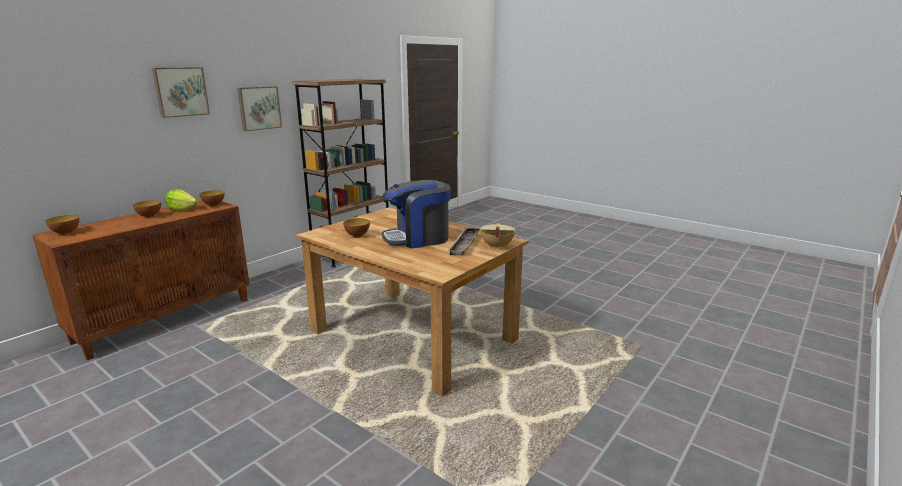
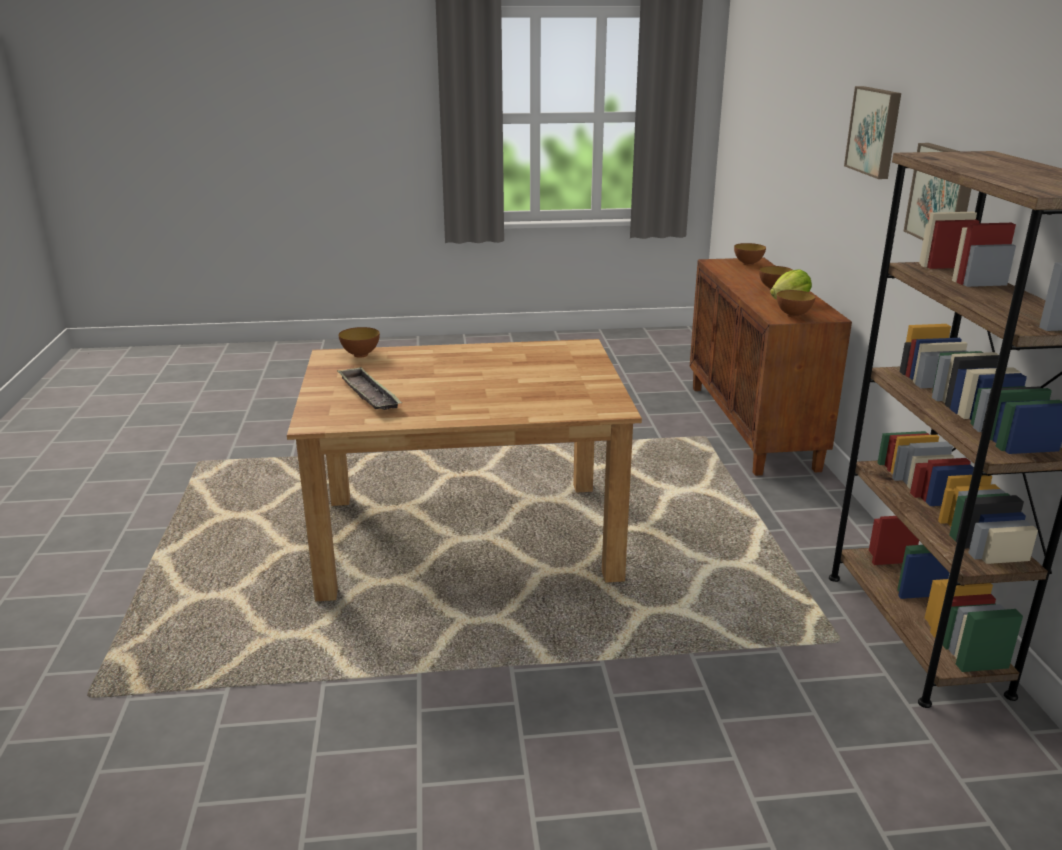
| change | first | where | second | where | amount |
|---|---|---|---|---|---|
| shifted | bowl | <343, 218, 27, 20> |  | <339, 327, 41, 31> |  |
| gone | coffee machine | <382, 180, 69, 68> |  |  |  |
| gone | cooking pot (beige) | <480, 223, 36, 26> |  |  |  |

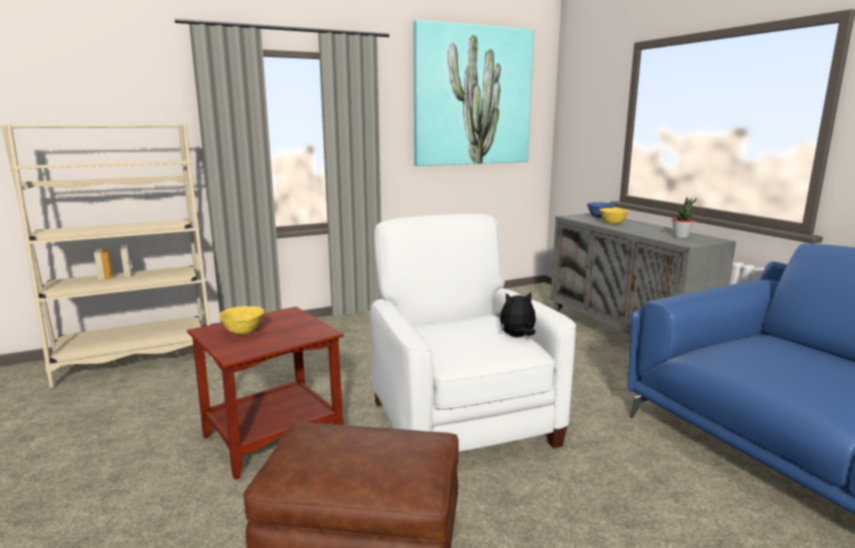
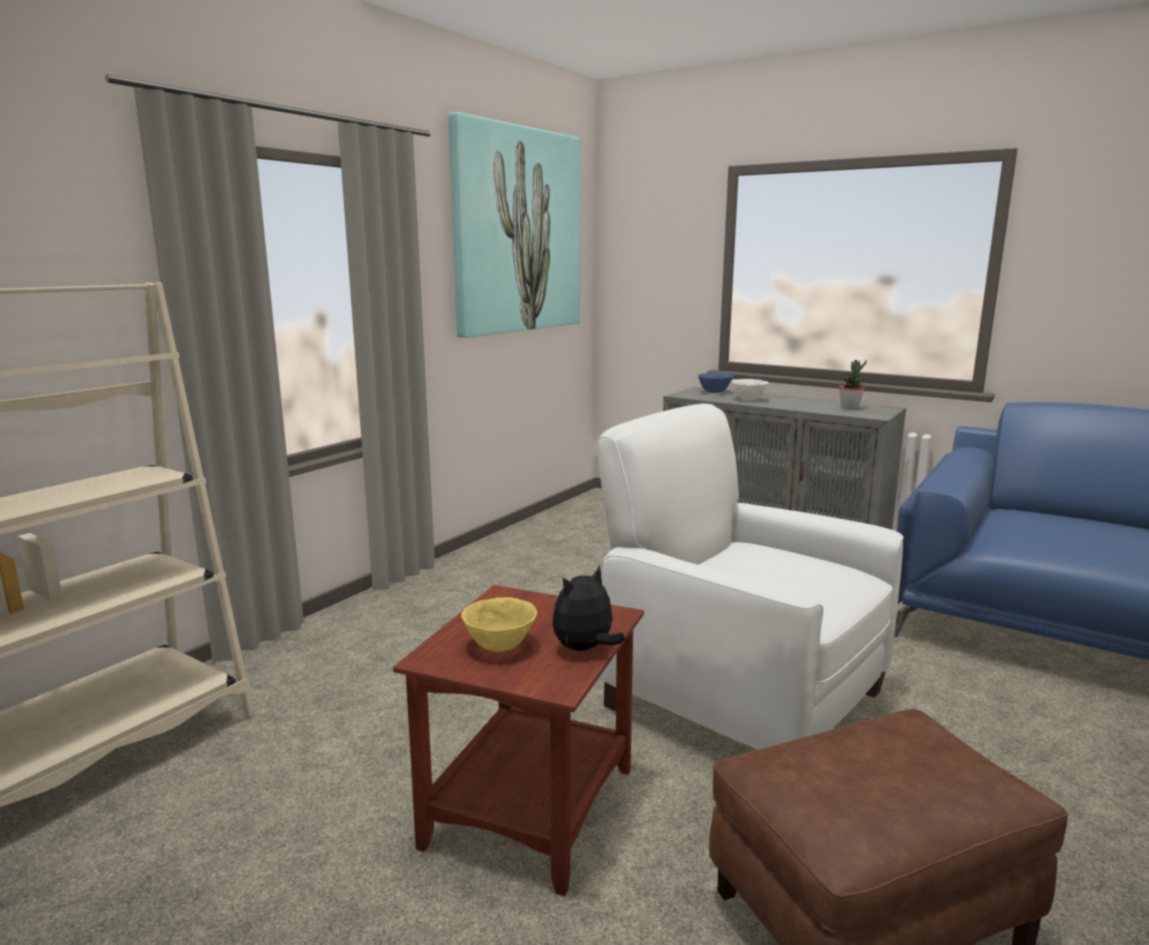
| change | first | where | second | where | amount |
|---|---|---|---|---|---|
| shifted | plush toy | <500, 291, 36, 46> |  | <553, 565, 72, 86> |  |
| repainted | bowl (yellow) | <599, 208, 30, 16> | bowl (white) | <732, 379, 37, 21> |  |

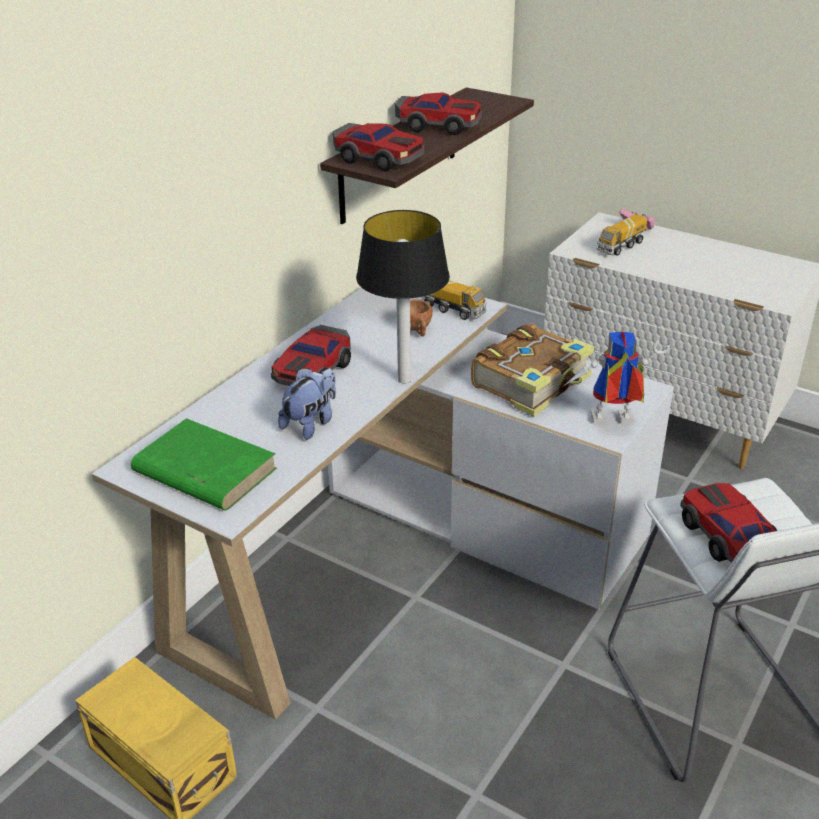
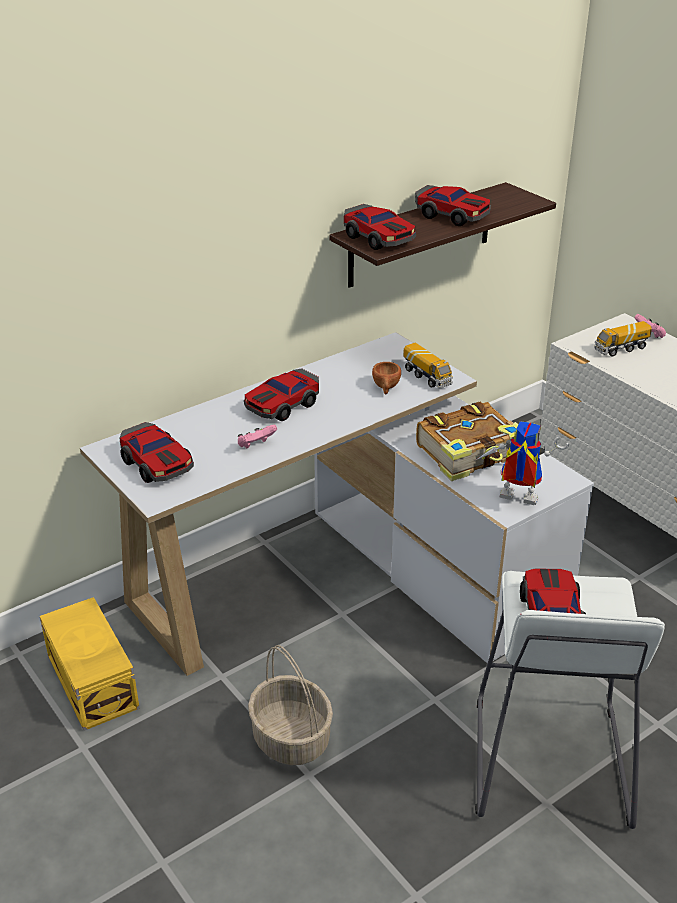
| change | first | where | second | where | amount |
|---|---|---|---|---|---|
| swapped | book (green) | <131, 418, 146, 92> | toy car | <119, 422, 75, 61> |  |
| swapped | plush toy | <278, 367, 58, 73> | game controller (pink) | <238, 425, 39, 23> |  |
| gone | table lamp | <356, 210, 94, 174> |  |  |  |
| new |  |  | basket | <248, 645, 85, 120> |  |

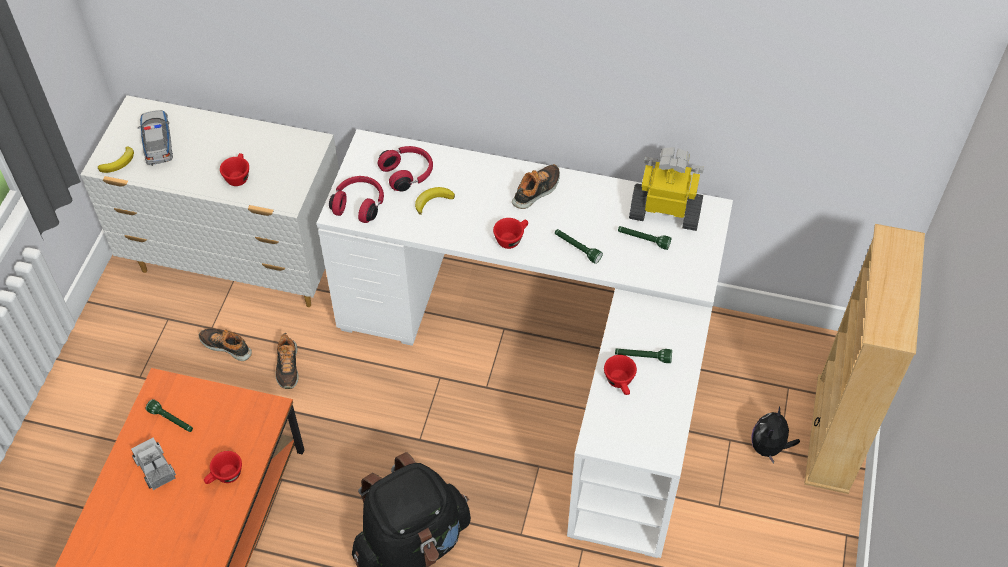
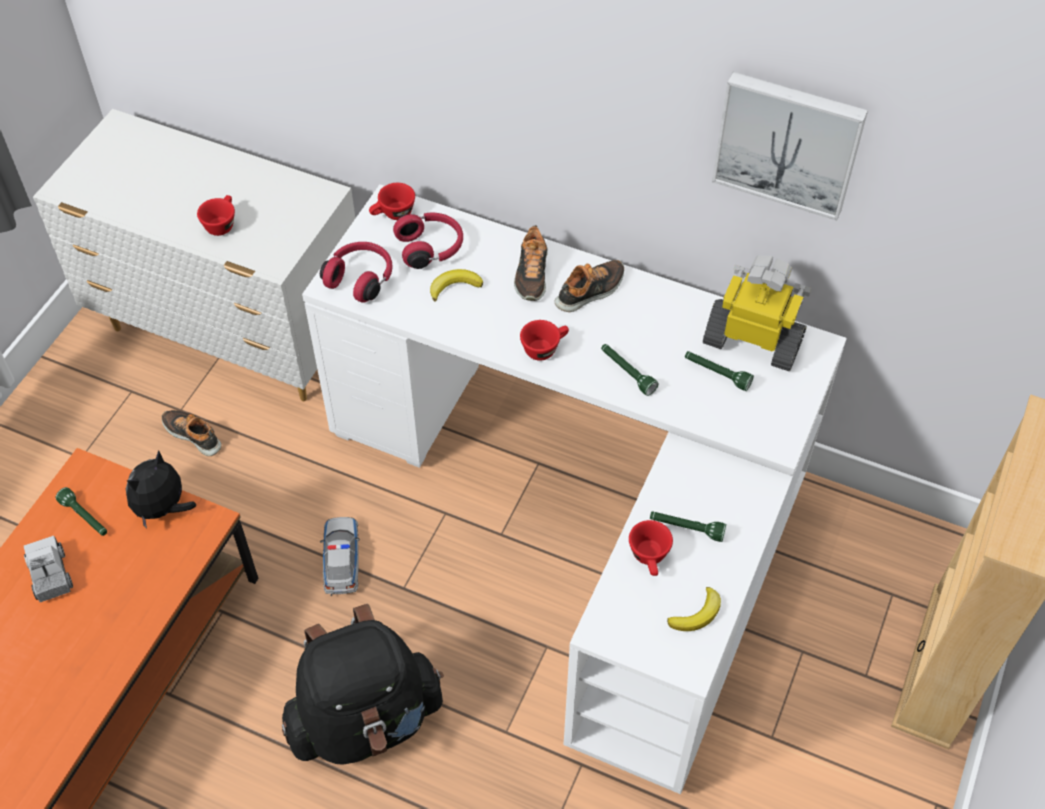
| change | first | where | second | where | amount |
|---|---|---|---|---|---|
| shifted | banana | <98, 147, 36, 26> |  | <667, 587, 54, 44> |  |
| shifted | toy car | <138, 110, 35, 56> |  | <320, 517, 40, 79> |  |
| shifted | cup (red) | <204, 451, 38, 33> |  | <369, 183, 46, 37> |  |
| shifted | shoe | <275, 333, 24, 56> |  | <514, 225, 34, 76> |  |
| shifted | plush toy | <751, 406, 49, 58> |  | <126, 450, 70, 79> |  |
| new |  |  | picture | <712, 72, 156, 149> |  |

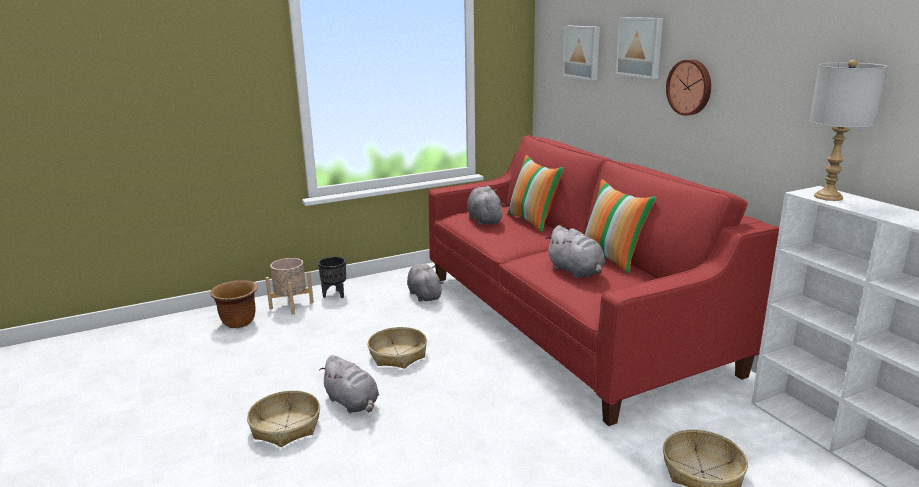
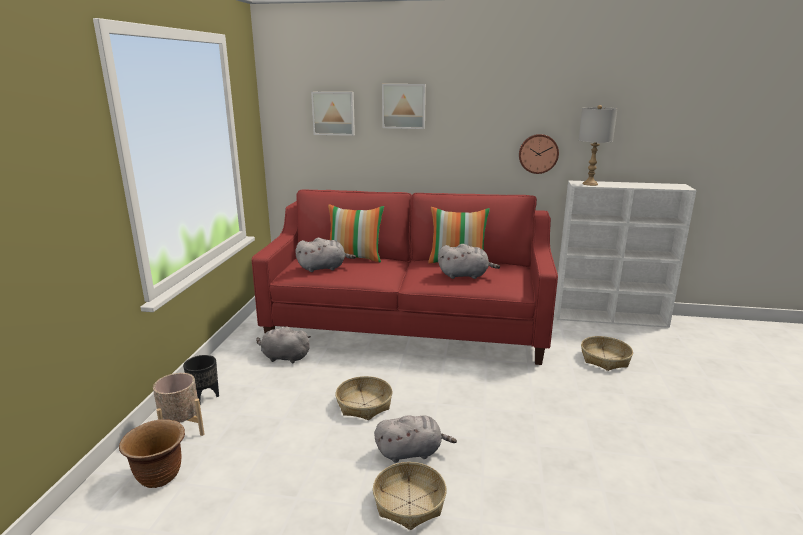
| change | first | where | second | where | amount |
|---|---|---|---|---|---|
| rotated | plush toy (grey) | <467, 186, 38, 39> |  | <295, 238, 61, 34> | 150 degrees clockwise |
| shifted | wall clock | <666, 59, 45, 57> |  | <519, 134, 40, 40> |  |

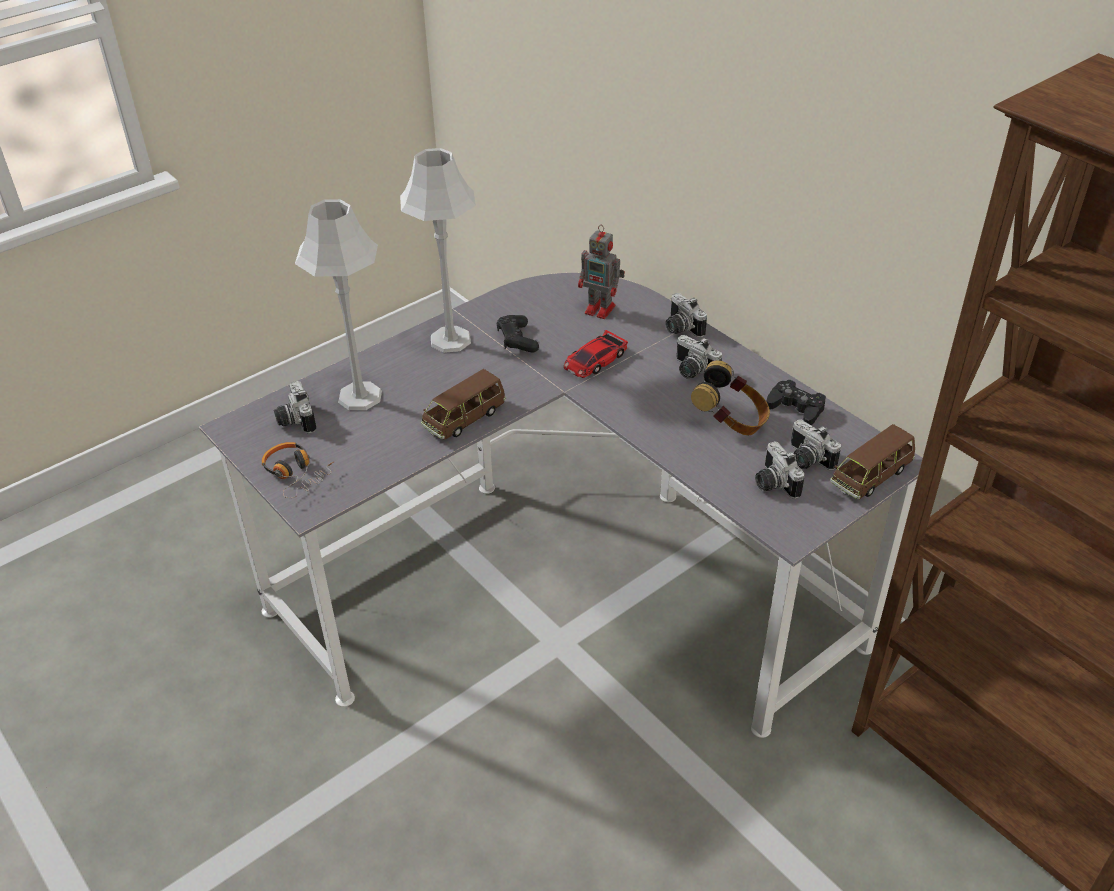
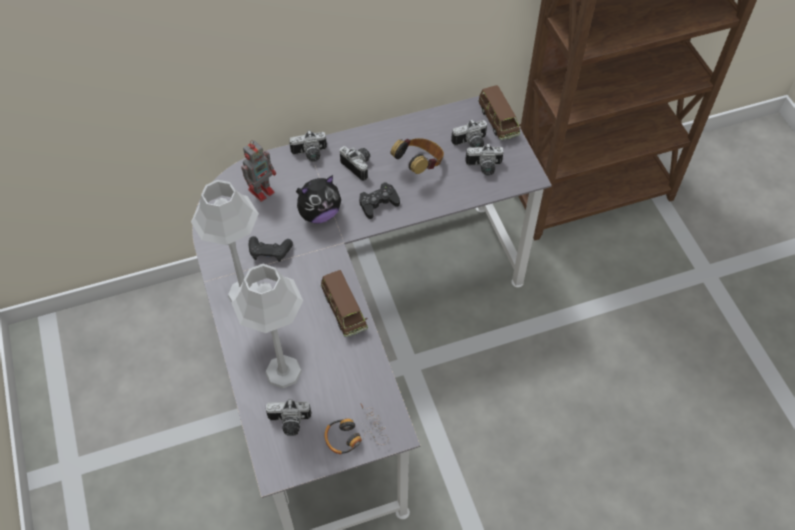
| change | first | where | second | where | amount |
|---|---|---|---|---|---|
| swapped | toy car | <563, 330, 65, 48> | plush toy | <296, 175, 45, 48> |  |
| rotated | photo camera | <677, 335, 45, 44> |  | <340, 146, 30, 35> | 105 degrees counterclockwise |
| shifted | game controller (black) | <767, 380, 59, 45> |  | <359, 182, 41, 37> |  |

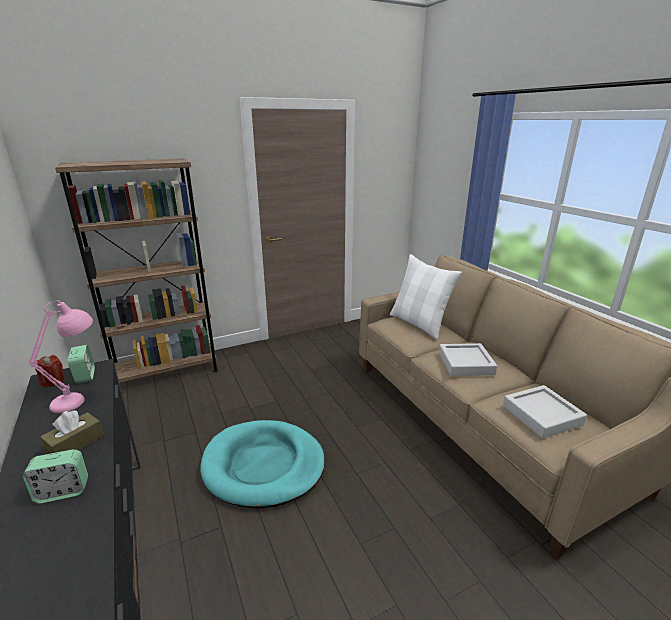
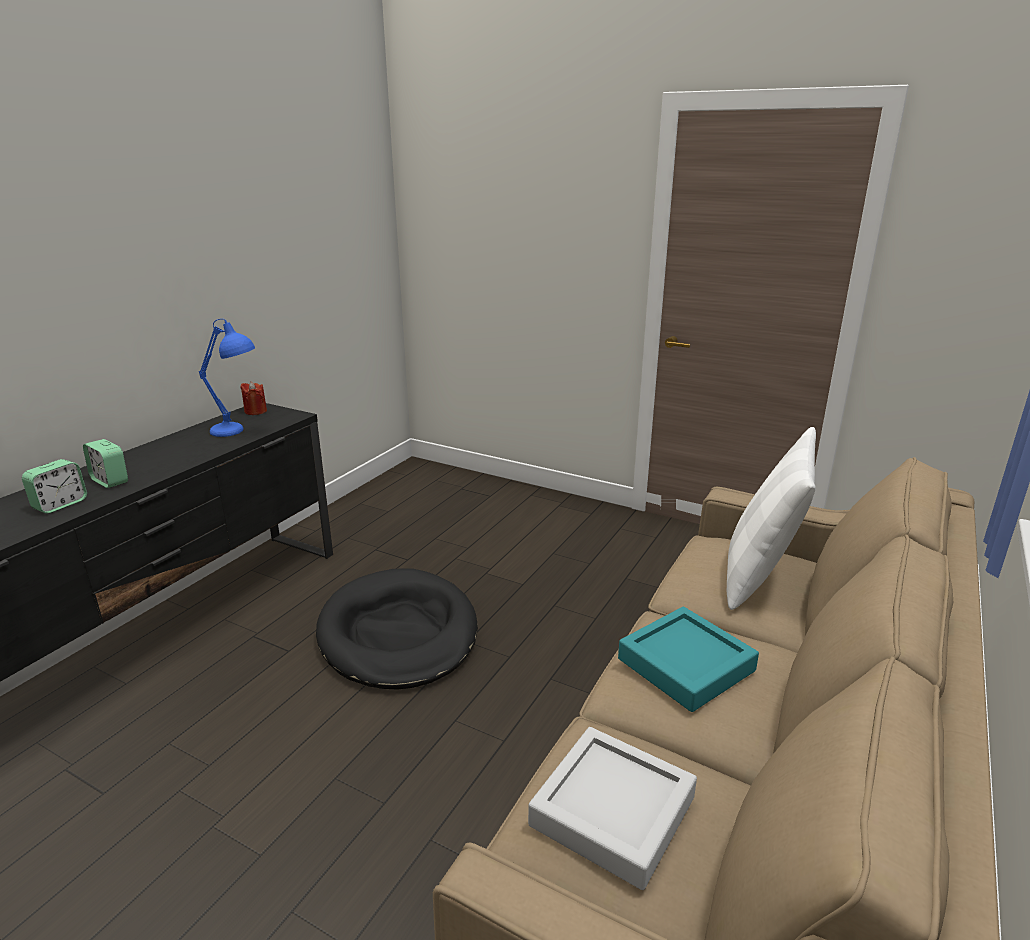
| change | first | where | second | where | amount |
|---|---|---|---|---|---|
| repainted | table lamp (pink) | <28, 300, 65, 113> | table lamp (blue) | <199, 319, 56, 118> |  |
| gone | tissue box (brown) | <40, 411, 64, 43> |  |  |  |
| gone | bookcase (brown) | <55, 159, 163, 235> |  |  |  |
| shifted | alarm clock | <68, 345, 27, 39> |  | <22, 459, 65, 54> |  |
| repainted | dog bed (turquoise) | <200, 420, 125, 88> | dog bed (black) | <316, 569, 162, 121> |  |
| repainted | tray (grey) | <439, 343, 58, 33> | tray (turquoise) | <618, 607, 141, 105> |  |

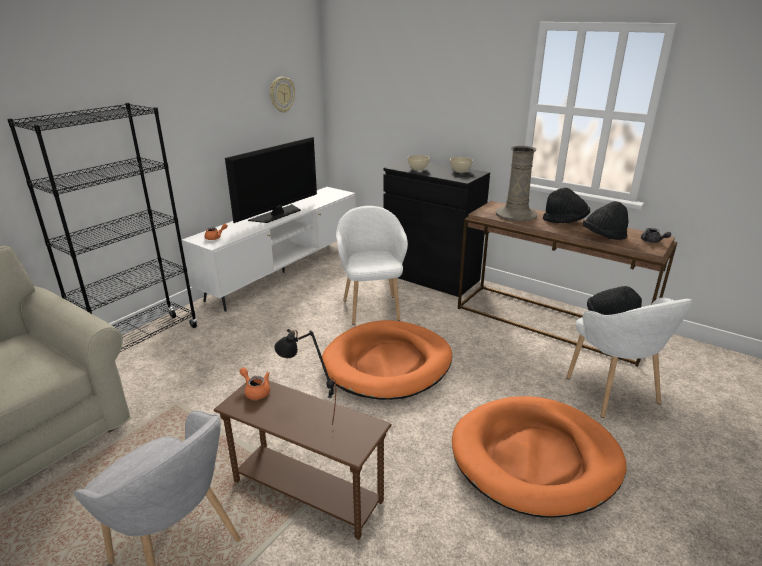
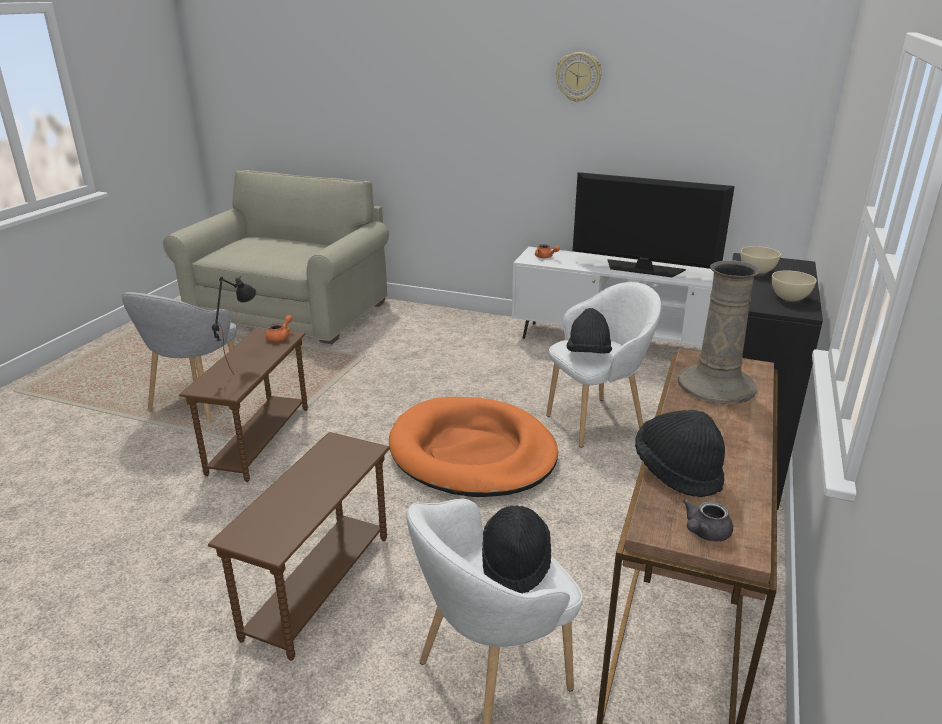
| change | first | where | second | where | amount |
|---|---|---|---|---|---|
| gone | bookcase (black) | <7, 103, 190, 249> |  |  |  |
| shifted | wall clock | <270, 77, 25, 36> |  | <556, 52, 46, 50> |  |
| swapped | dog bed (orange) | <452, 396, 175, 122> | side table (brown) | <208, 432, 182, 229> |  |
| shifted | hat (black) | <543, 188, 47, 35> |  | <567, 308, 45, 46> |  |

